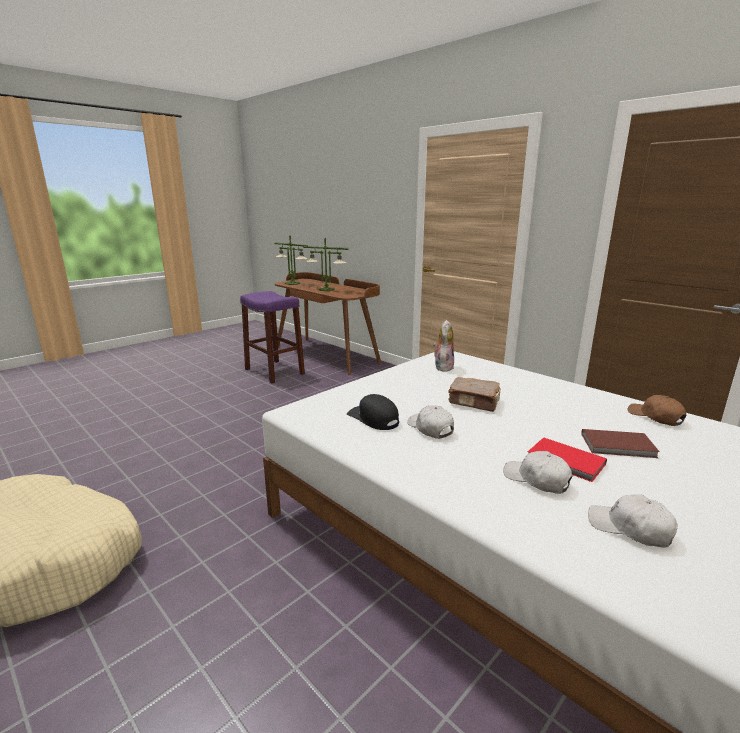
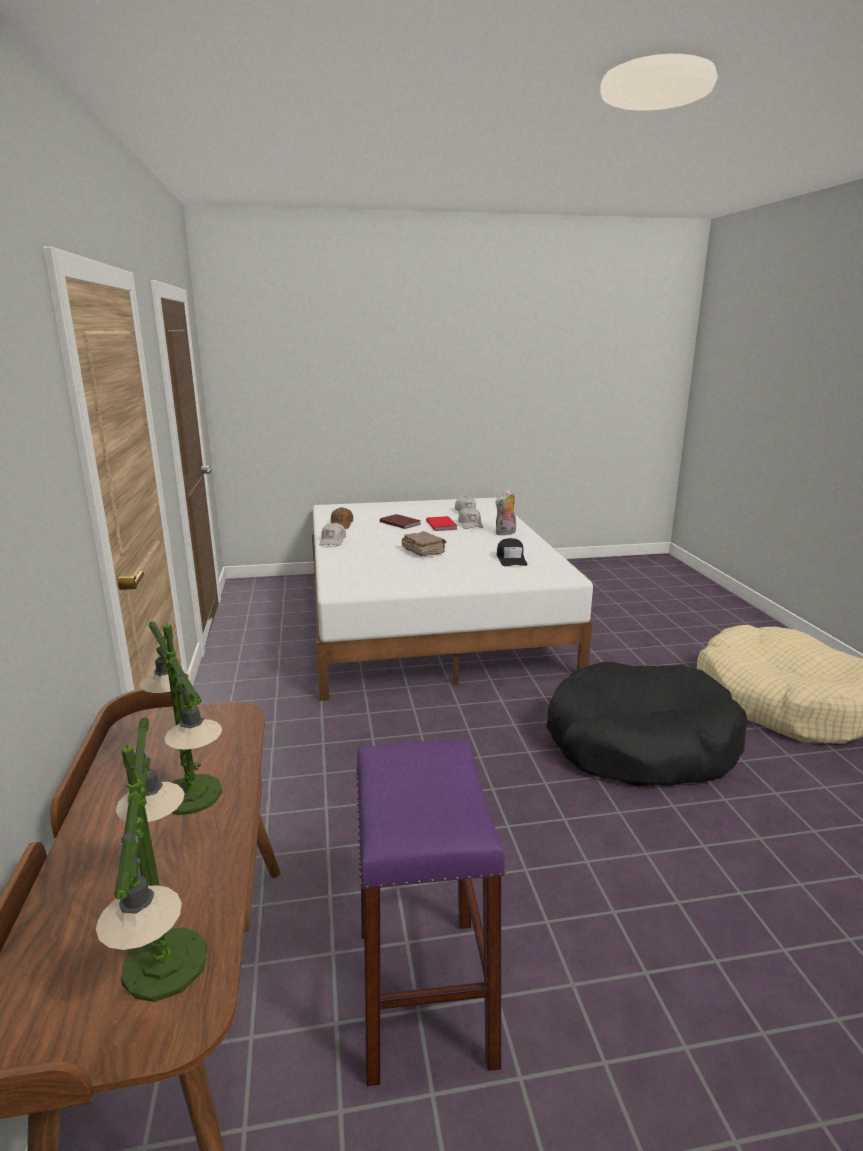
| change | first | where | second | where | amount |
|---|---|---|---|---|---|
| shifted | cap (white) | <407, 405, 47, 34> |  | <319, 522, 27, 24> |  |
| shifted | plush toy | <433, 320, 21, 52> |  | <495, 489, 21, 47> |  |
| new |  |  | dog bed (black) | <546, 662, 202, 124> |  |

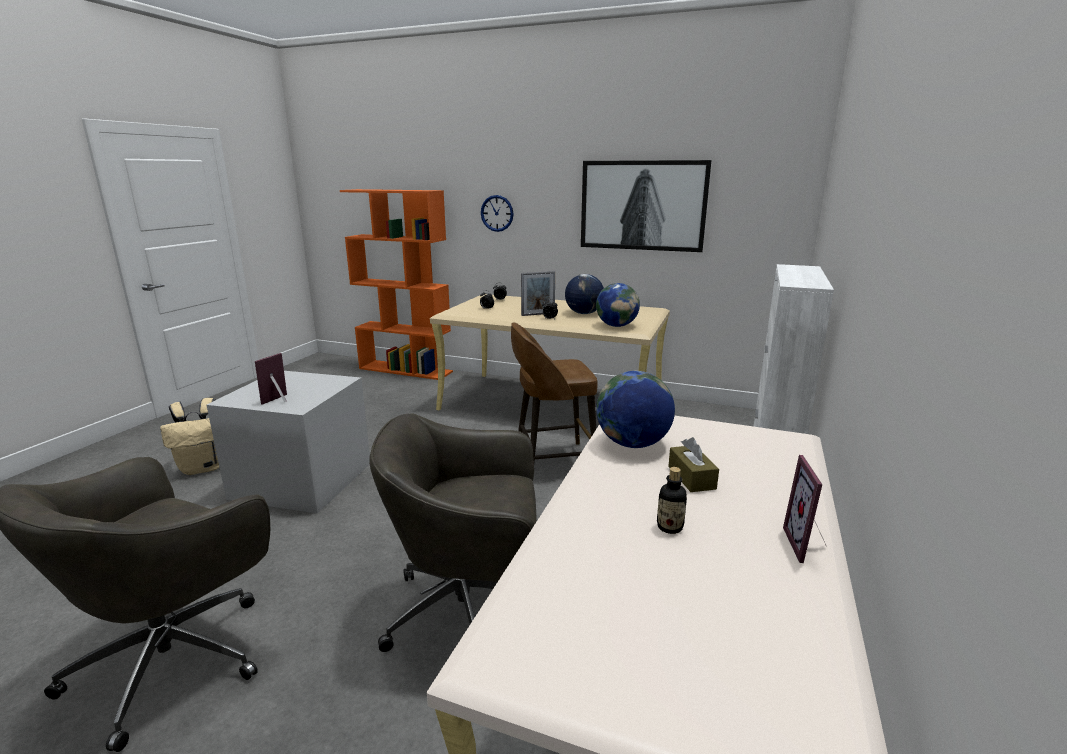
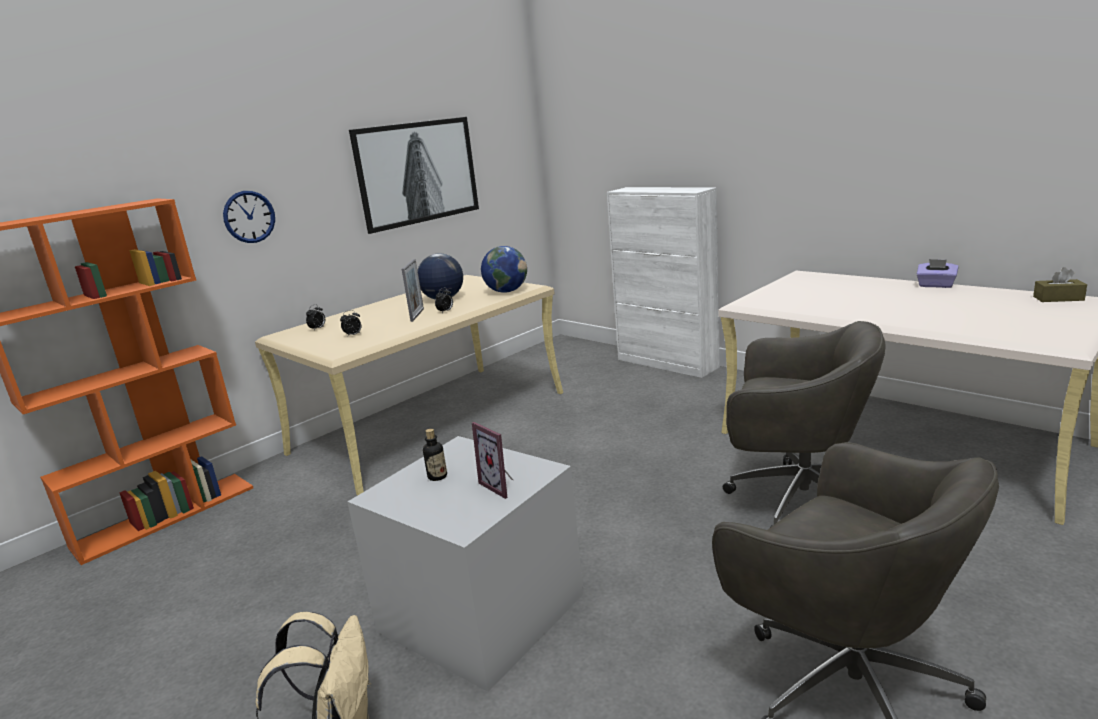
| change | first | where | second | where | amount |
|---|---|---|---|---|---|
| rotated | office chair (grey) | <369, 413, 168, 239> |  | <723, 321, 163, 207> | 90 degrees counterclockwise |
| gone | stool (brown) | <511, 322, 86, 139> |  |  |  |
| gone | globe | <596, 371, 79, 77> |  |  |  |
| shifted | bottle | <657, 467, 30, 67> |  | <423, 429, 24, 52> |  |
| shifted | tissue box (brown) | <668, 437, 51, 55> |  | <1033, 267, 54, 35> |  |
| swapped | picture frame | <783, 455, 43, 108> | tissue box (purple) | <917, 259, 42, 29> |  |

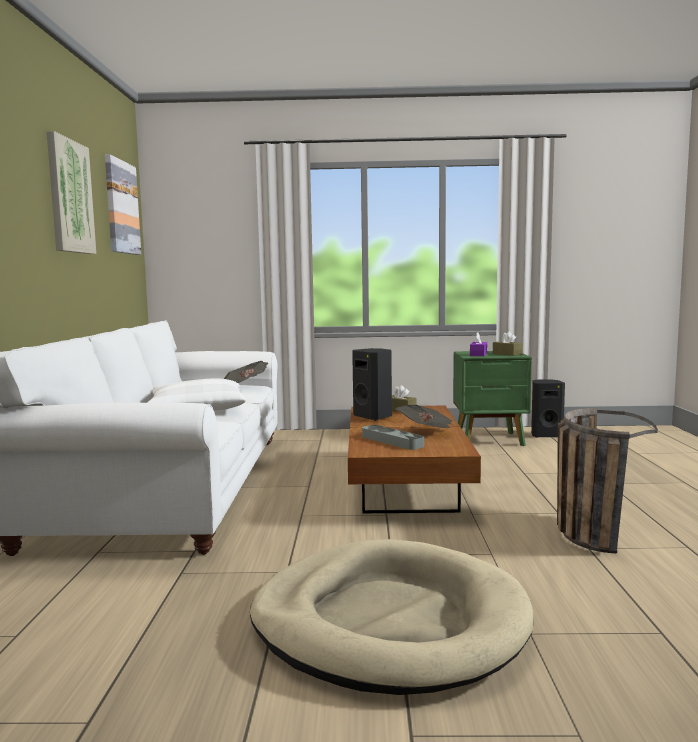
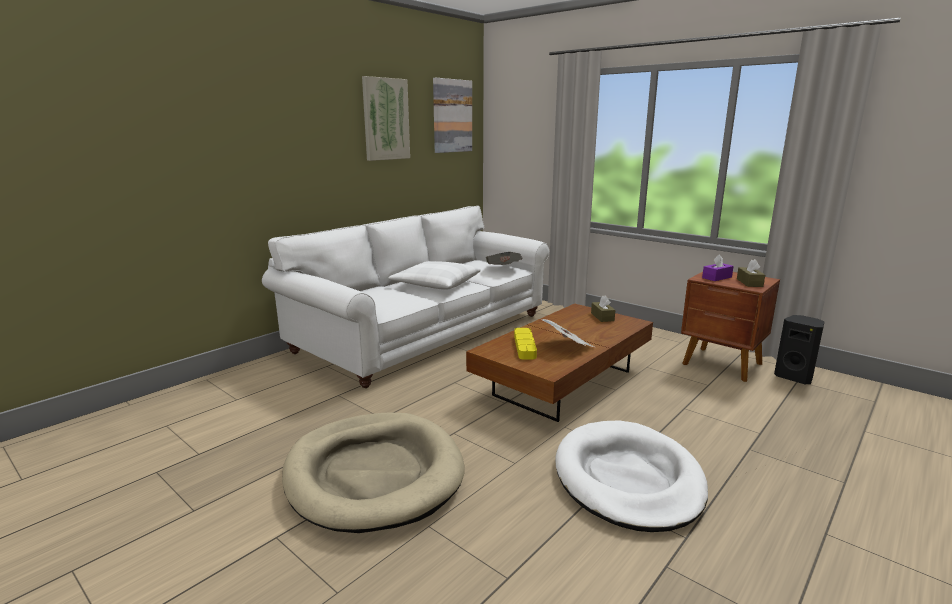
| change | first | where | second | where | amount |
|---|---|---|---|---|---|
| gone | speaker (black) | <352, 348, 40, 73> |  |  |  |
| repainted | tray (grey) | <362, 425, 62, 25> | tray (yellow) | <514, 328, 23, 31> |  |
| repainted | nightstand (green) | <453, 351, 79, 95> | nightstand (brown) | <681, 272, 99, 110> |  |
| swapped | basket | <557, 408, 101, 146> | dog bed (white) | <555, 420, 153, 112> |  |

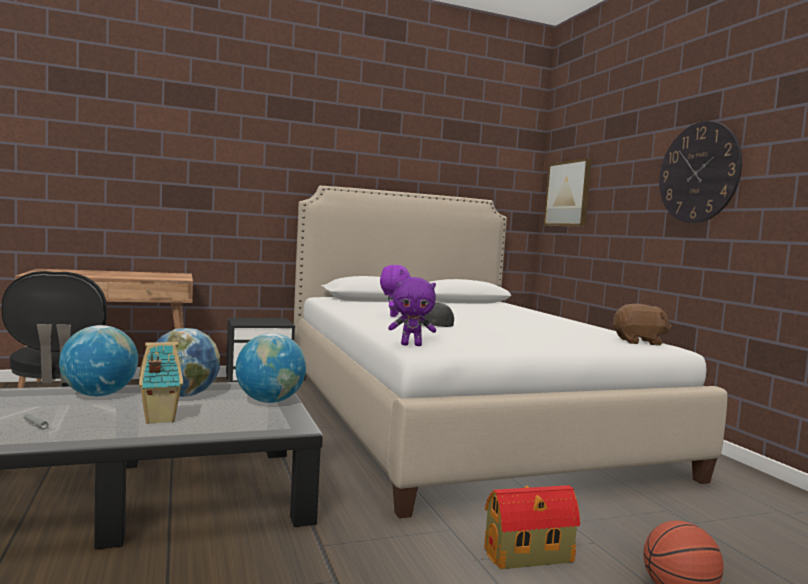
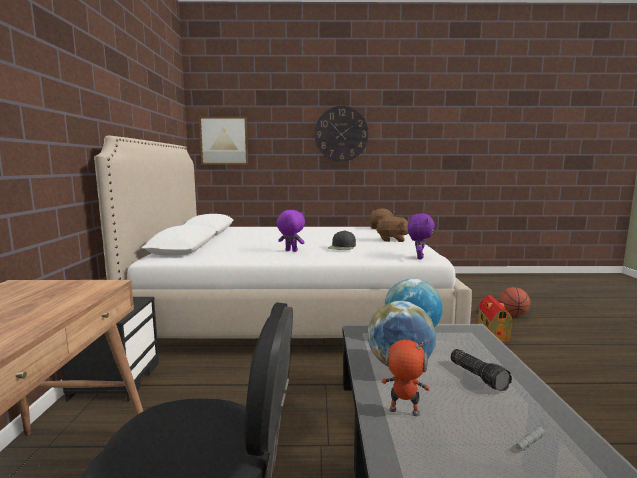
| change | first | where | second | where | amount |
|---|---|---|---|---|---|
| swapped | globe | <59, 325, 79, 71> | toy robot | <381, 340, 49, 76> |  |
| swapped | toy house | <139, 342, 44, 82> | flashlight | <450, 349, 62, 42> |  |
| new |  |  | plush toy (brown) | <376, 216, 33, 26> |  |

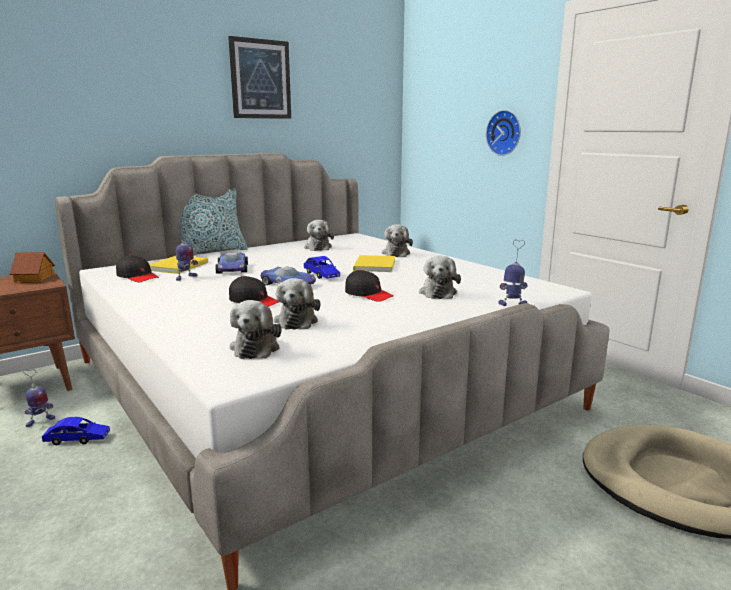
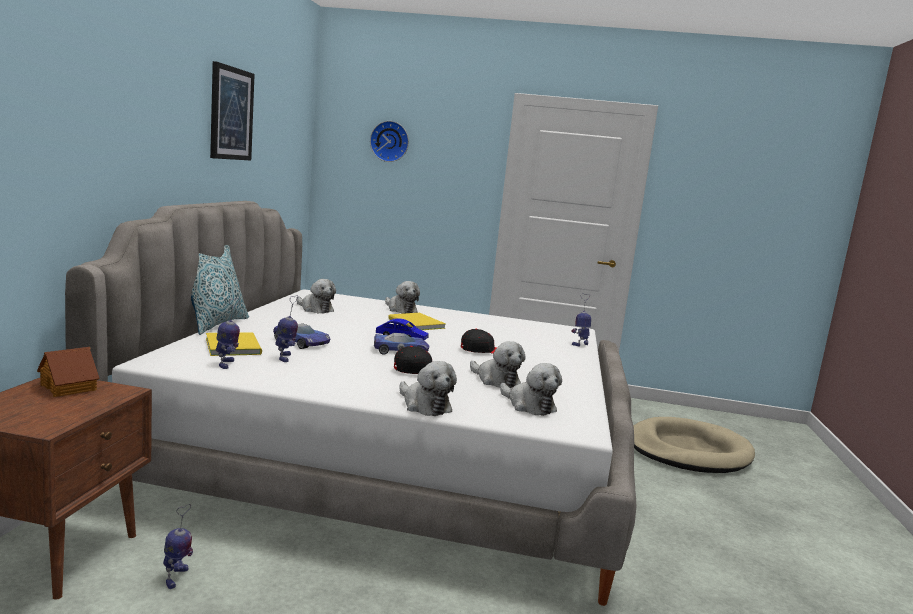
| change | first | where | second | where | amount |
|---|---|---|---|---|---|
| gone | toy car (blue) | <42, 417, 68, 28> |  |  |  |
| swapped | cap (black) | <116, 255, 43, 27> | toy robot | <216, 298, 24, 71> |  |
| shifted | plush toy | <419, 255, 42, 44> |  | <400, 361, 57, 55> |  |
| shifted | wall clock | <486, 110, 35, 46> |  | <370, 121, 39, 41> |  |

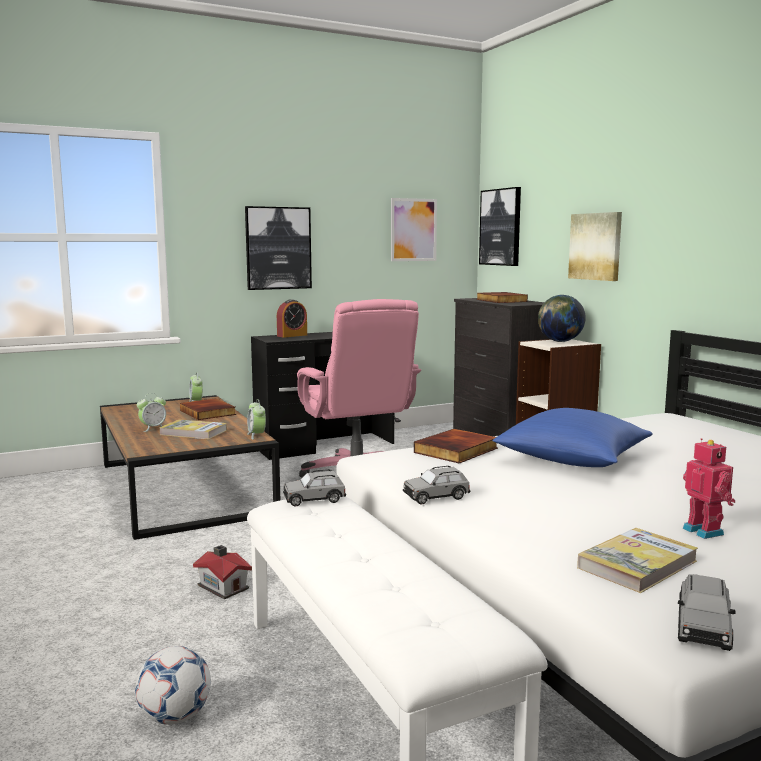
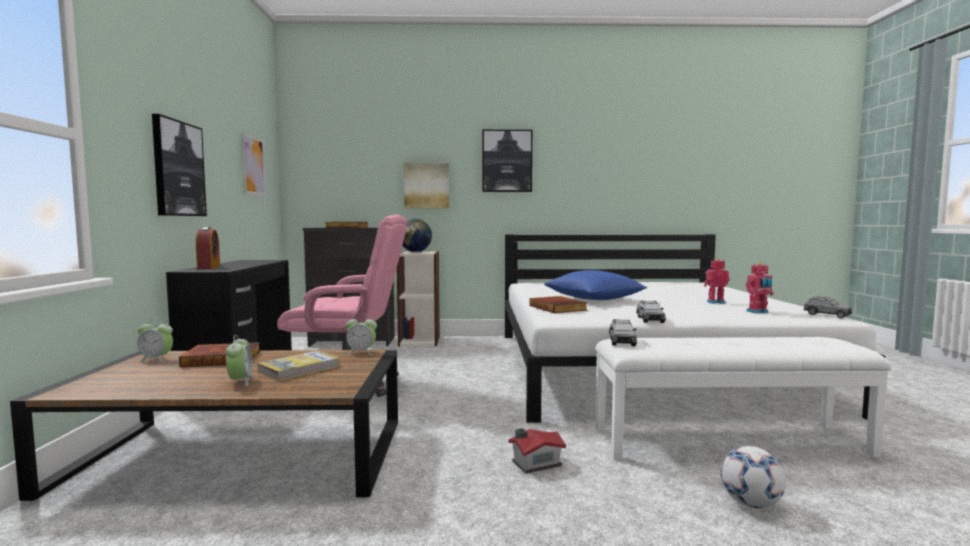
| change | first | where | second | where | amount |
|---|---|---|---|---|---|
| shifted | picture | <479, 187, 42, 79> |  | <482, 130, 50, 62> |  |
| swapped | book | <577, 528, 121, 65> | toy robot | <745, 263, 29, 51> |  |

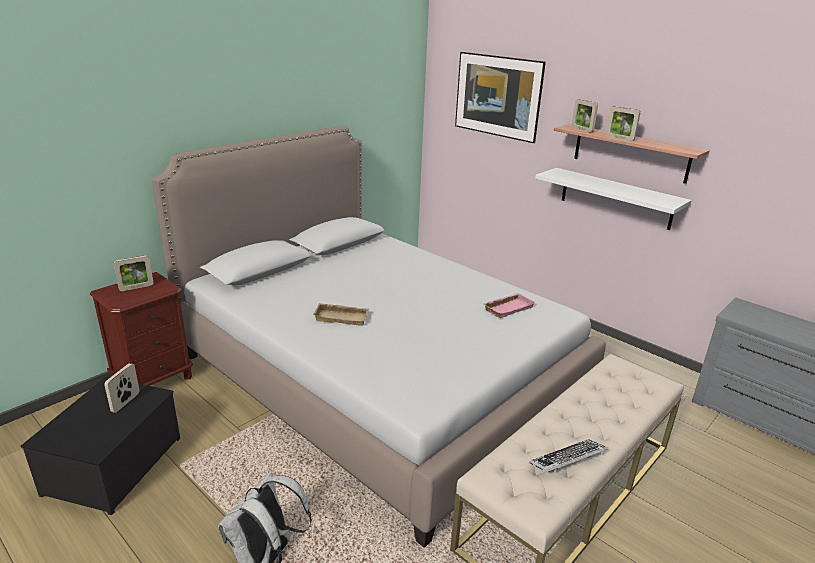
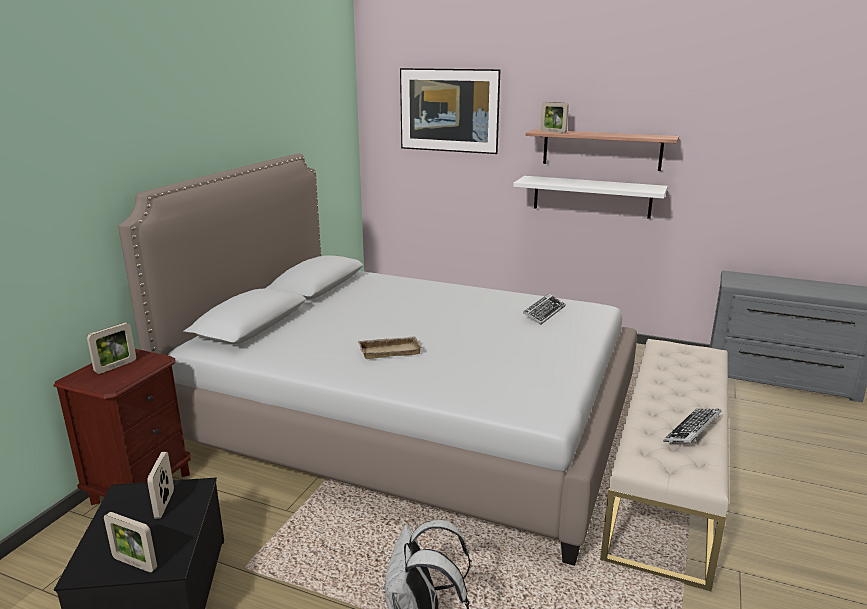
| change | first | where | second | where | amount |
|---|---|---|---|---|---|
| swapped | tray (pink) | <484, 293, 51, 25> | keyboard | <523, 294, 43, 30> |  |
| shifted | picture frame | <606, 106, 34, 35> |  | <104, 512, 53, 61> |  |

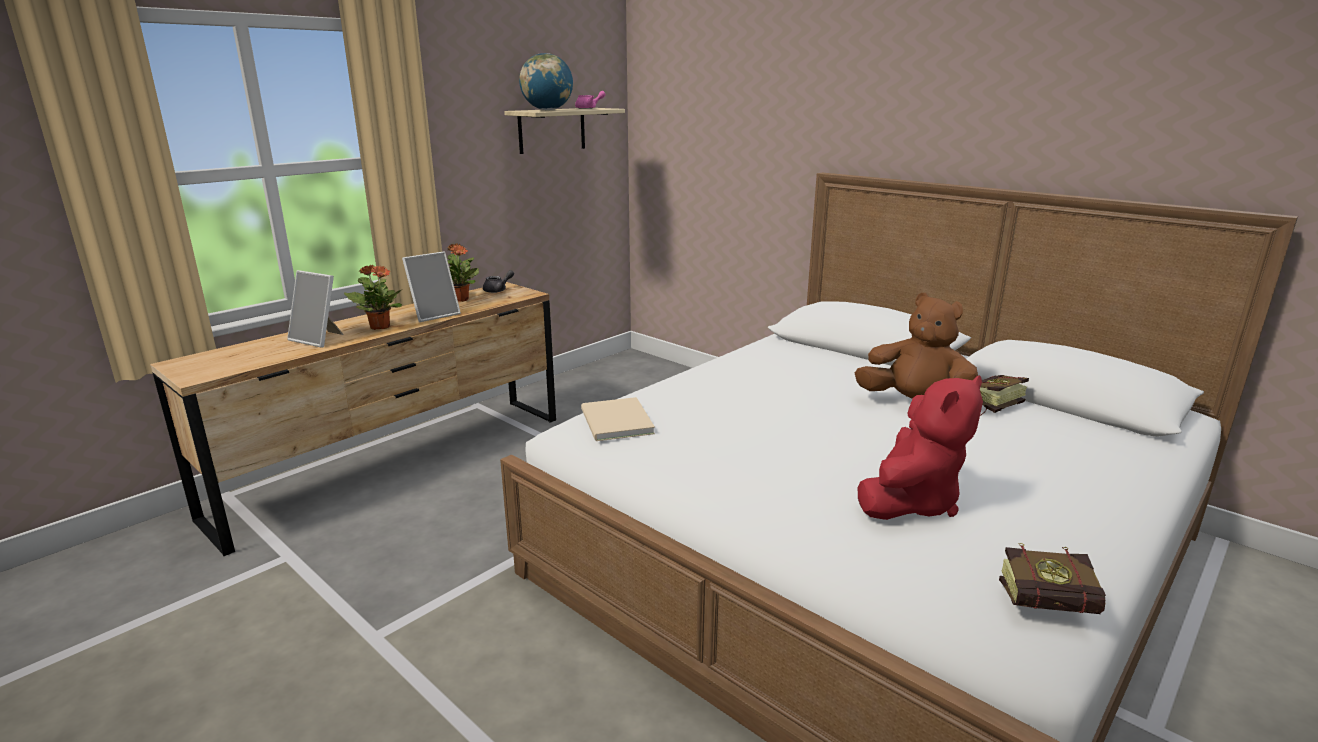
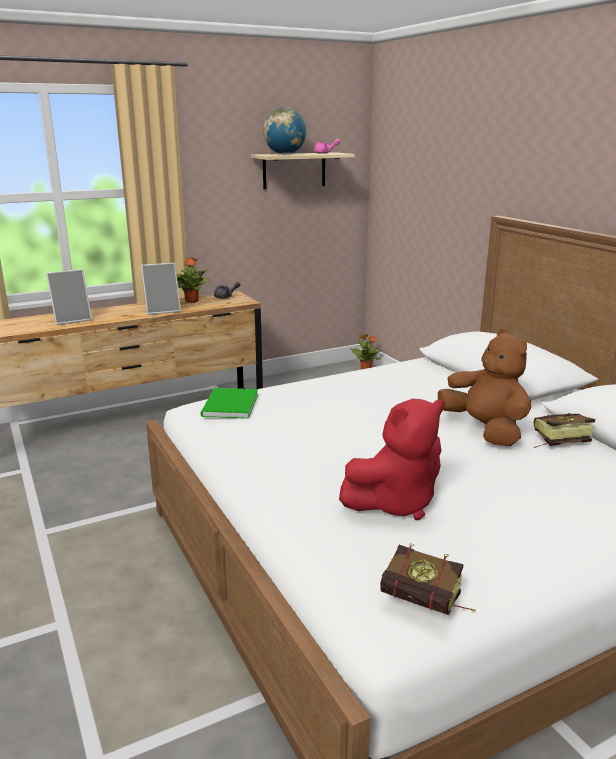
| change | first | where | second | where | amount |
|---|---|---|---|---|---|
| rotated | picture frame | <287, 270, 57, 78> |  | <46, 269, 46, 56> | 75 degrees counterclockwise |
| shifted | potted plant | <344, 264, 58, 66> |  | <351, 334, 31, 35> |  |
| repainted | book (beige) | <581, 397, 74, 44> | book (green) | <201, 388, 57, 31> |  |

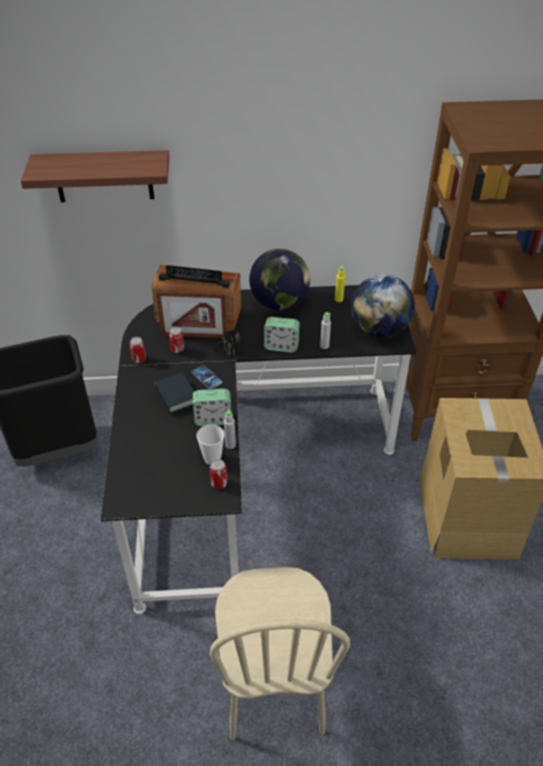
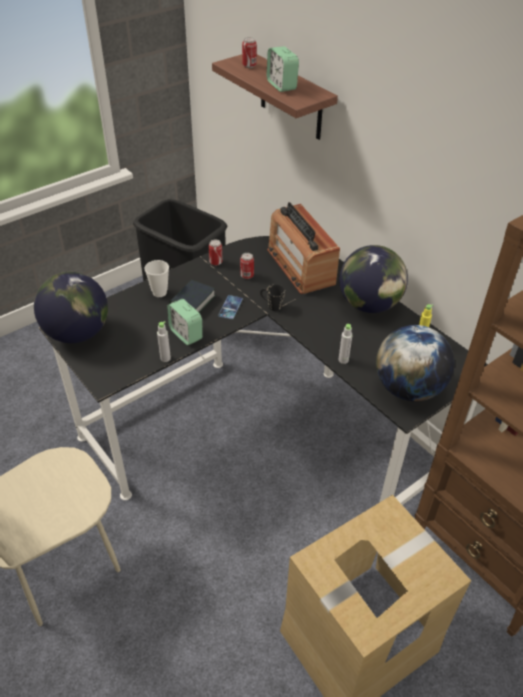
| change | first | where | second | where | amount |
|---|---|---|---|---|---|
| gone | picture frame | <156, 291, 71, 47> |  |  |  |
| shifted | cup | <196, 425, 29, 40> |  | <144, 260, 25, 37> |  |
| shifted | can | <210, 459, 17, 30> |  | <242, 37, 15, 31> |  |
| shifted | alarm clock | <264, 317, 36, 36> |  | <266, 46, 33, 46> |  |
| new |  |  | globe | <34, 272, 74, 71> |  |

